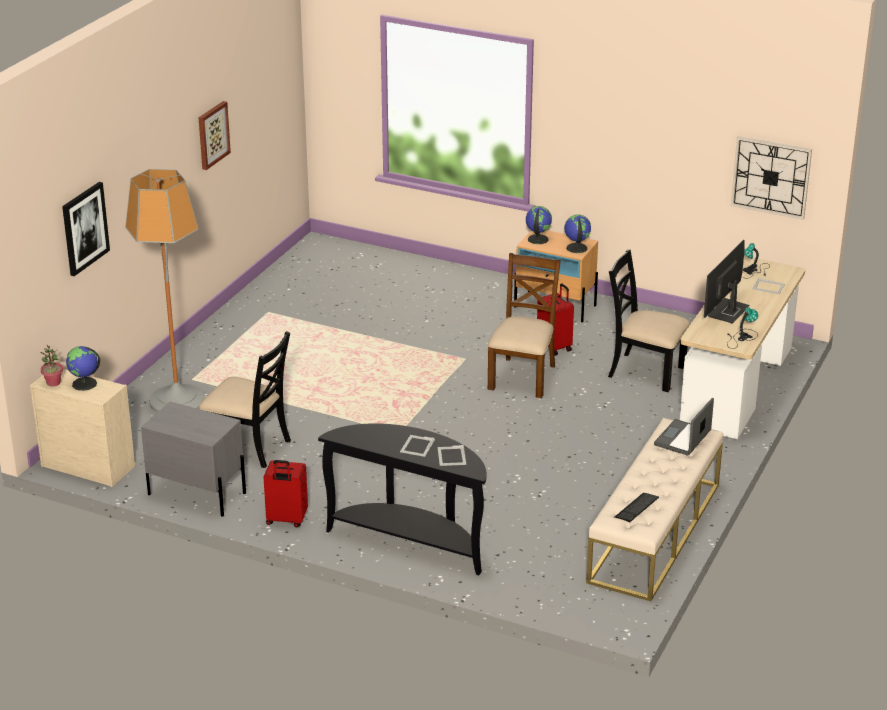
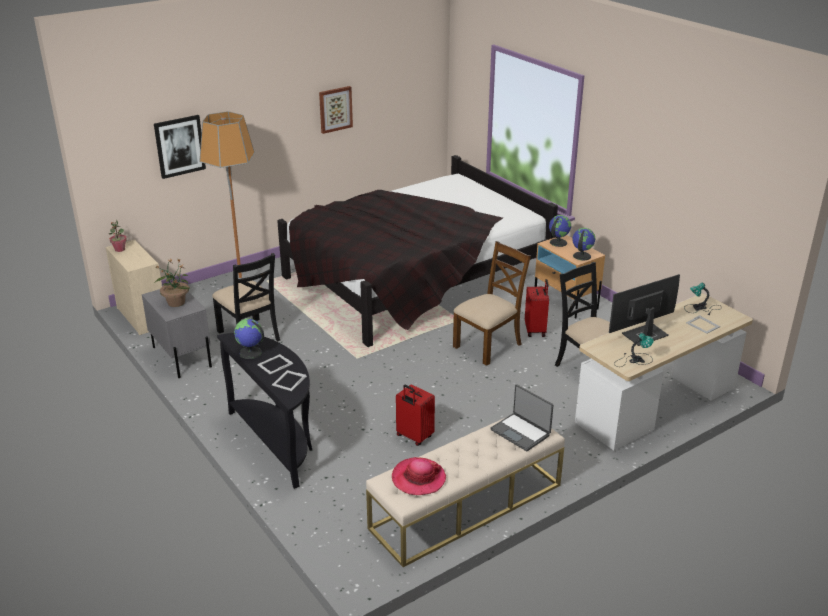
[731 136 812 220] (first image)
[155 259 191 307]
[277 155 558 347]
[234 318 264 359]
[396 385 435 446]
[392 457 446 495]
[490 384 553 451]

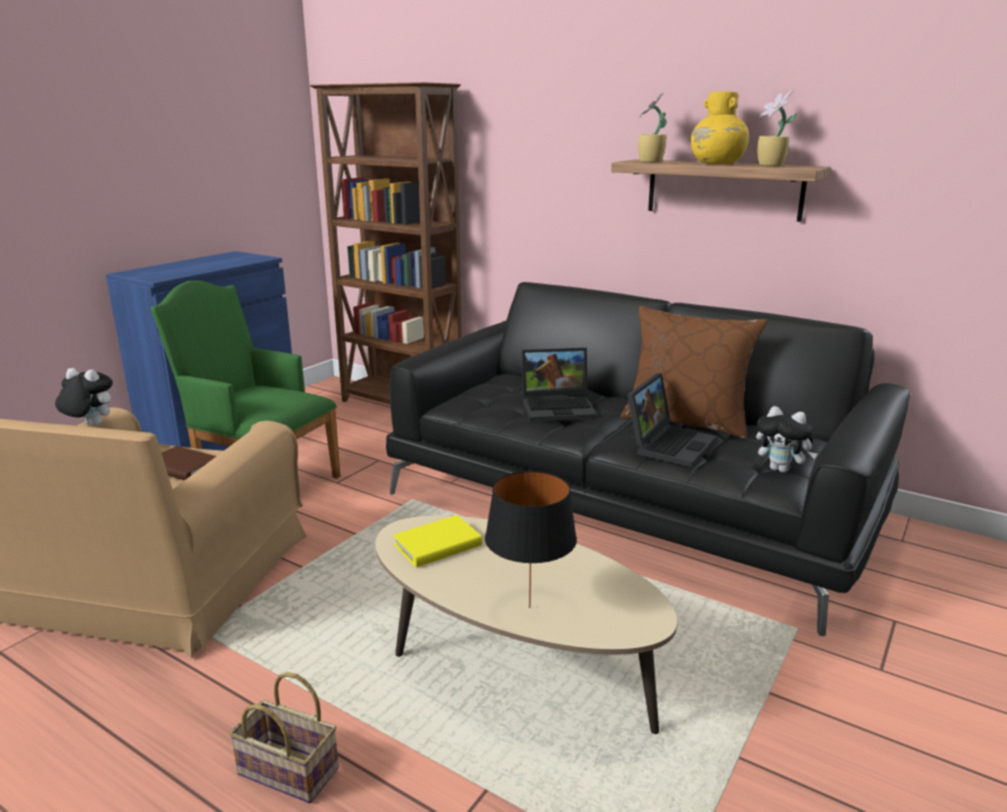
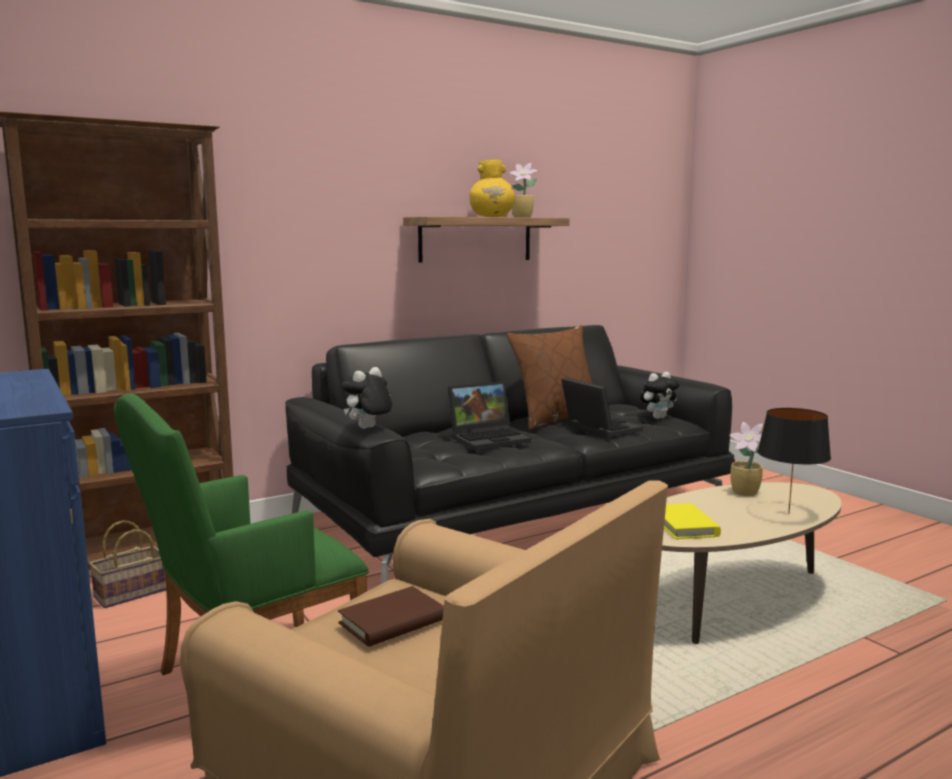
[342 367 392 429]
[89 520 166 608]
[730 422 763 496]
[448 381 531 450]

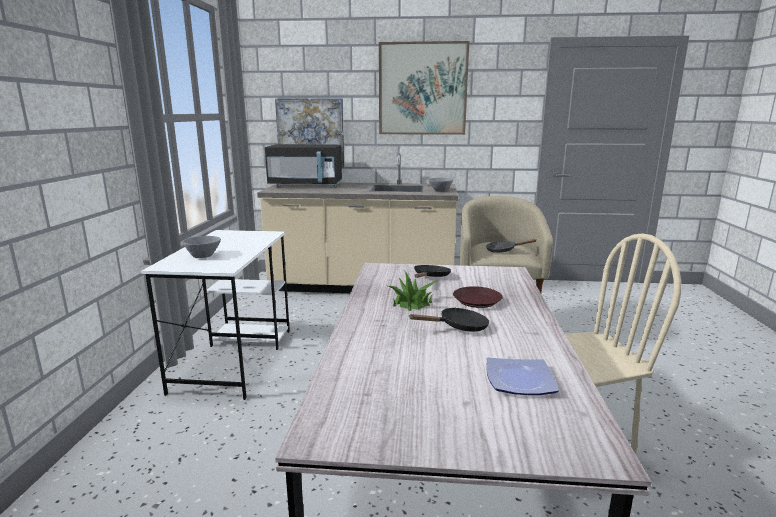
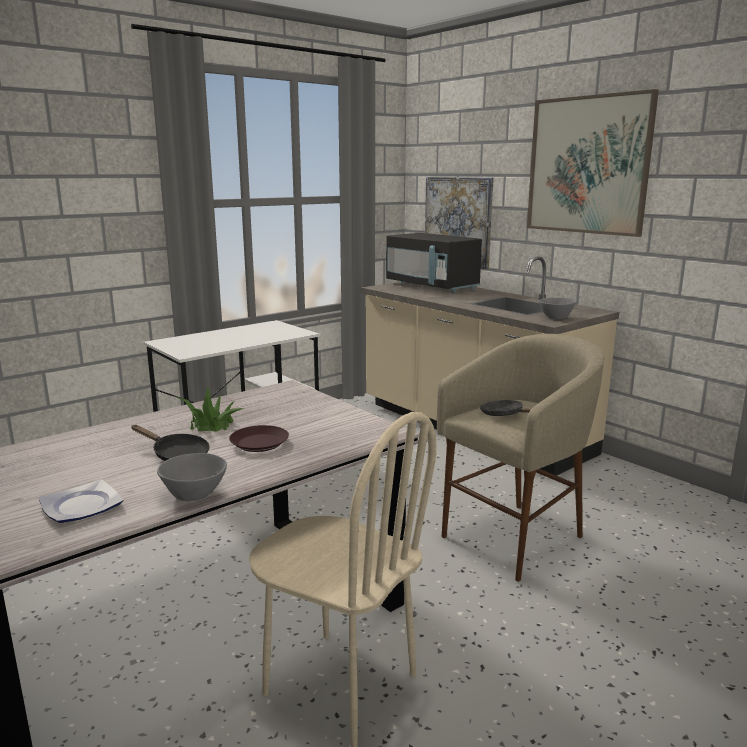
[414 265 451 278] (first image)
[157 453 227 501]

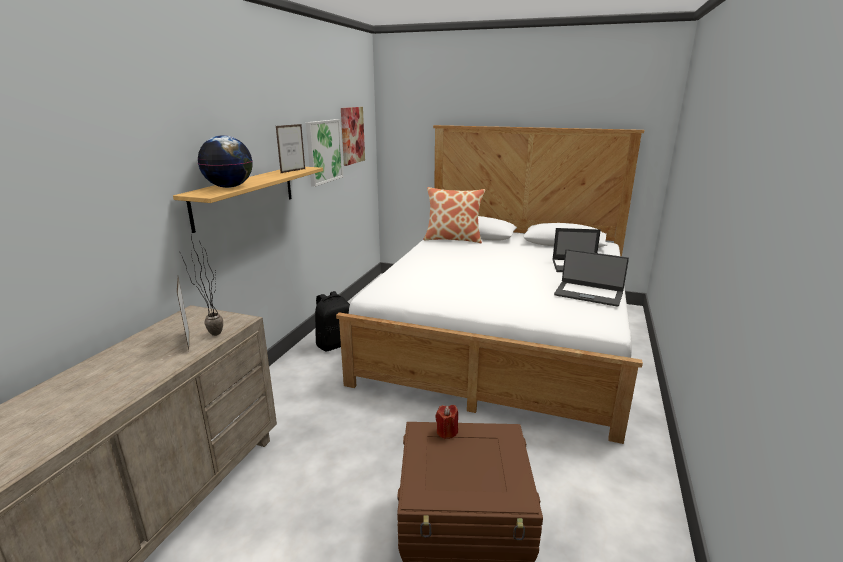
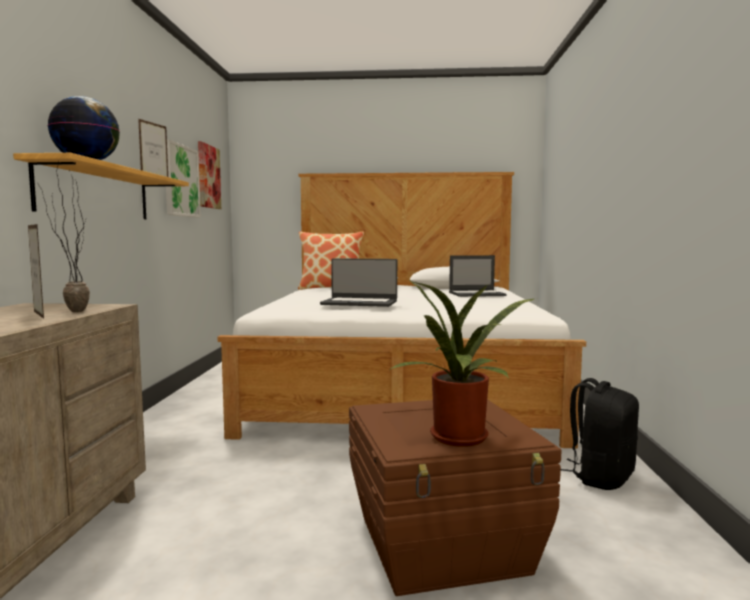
[435 405 458 439] (first image)
[391 279 534 447]
[561 378 639 490]
[320 258 397 307]

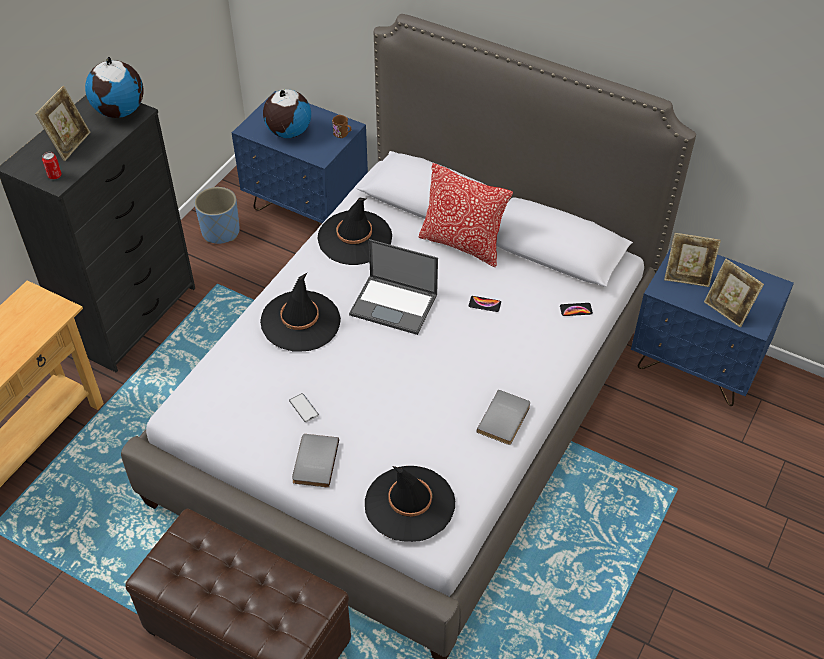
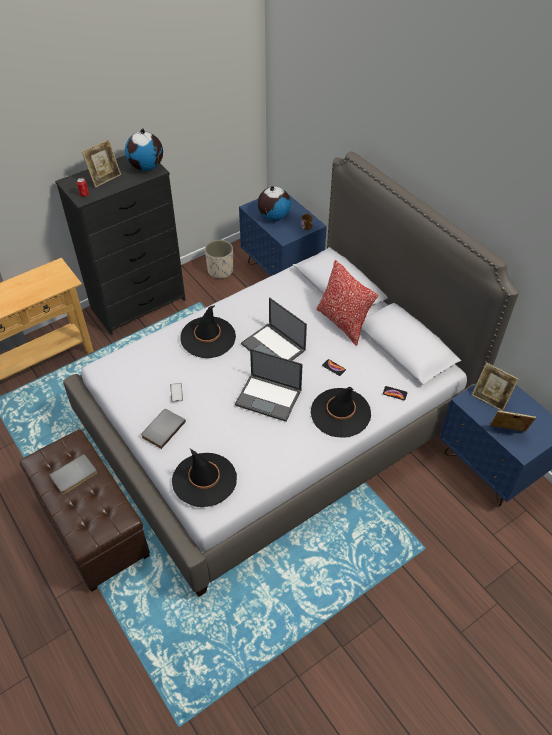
[235 348 303 422]
[311 387 371 438]
[49 454 97 494]
[205 240 233 279]
[490 411 536 432]

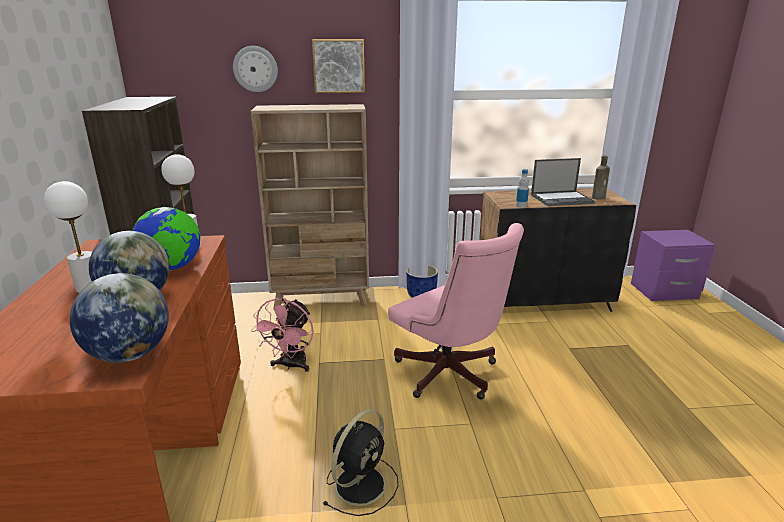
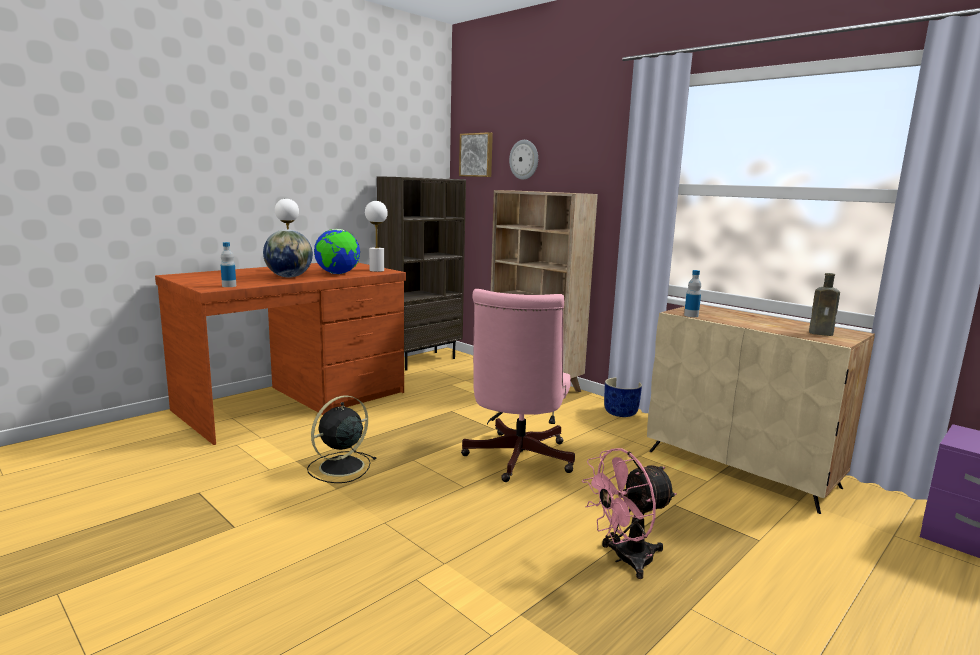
[531 158 595 206] (first image)
[582 448 677 579]
[459 132 493 177]
[221 242 236 287]
[647 304 875 514]
[307 395 377 483]

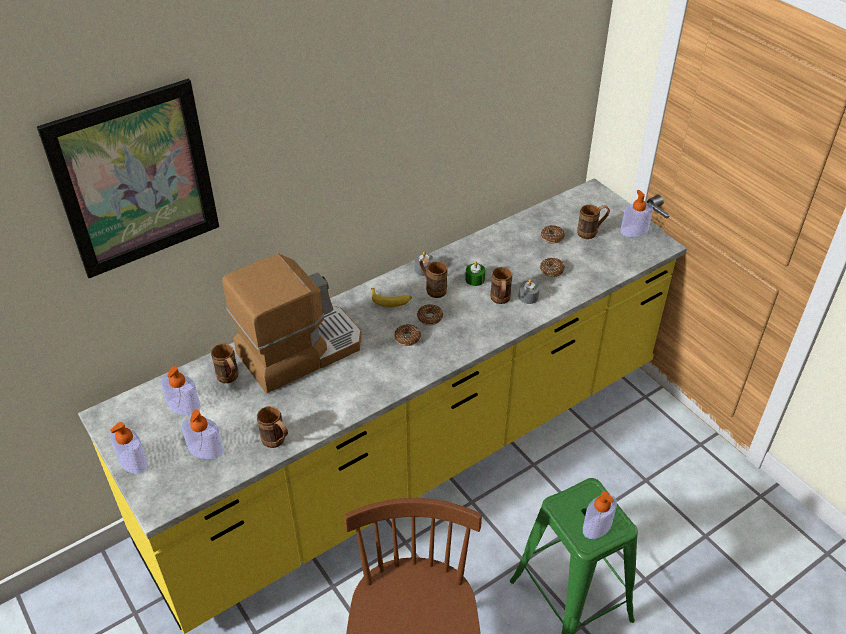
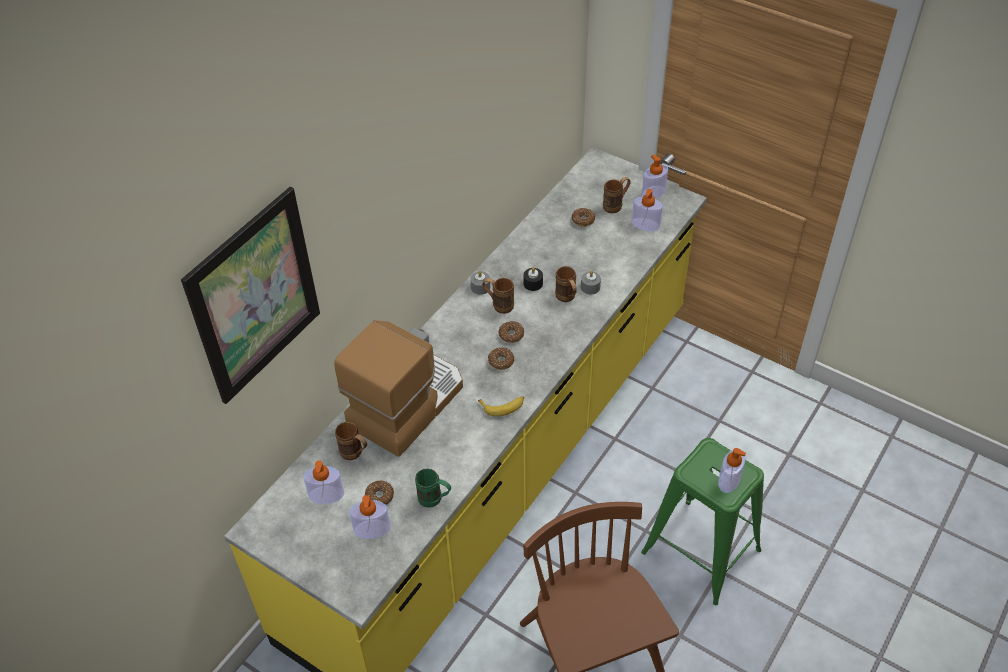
[632 189 663 231]
[478 396 524 417]
[365 481 394 505]
[415 469 451 508]
[524 267 543 291]

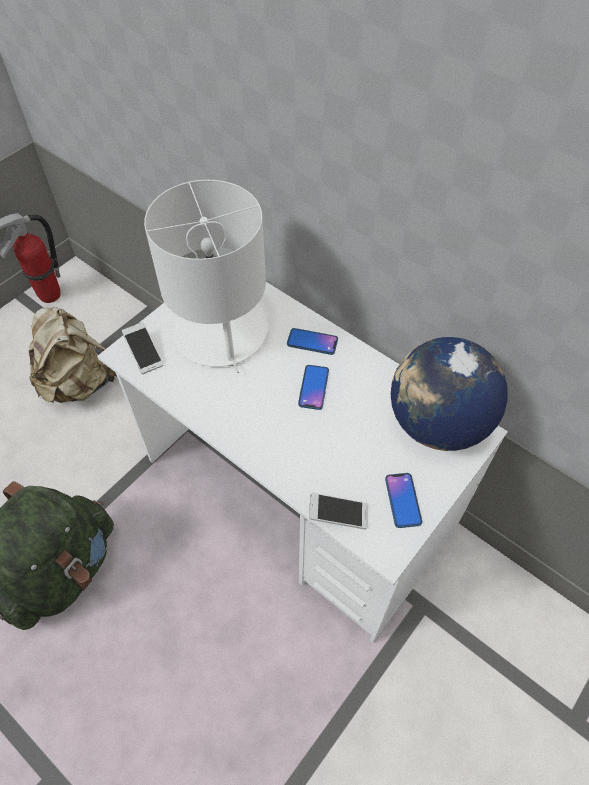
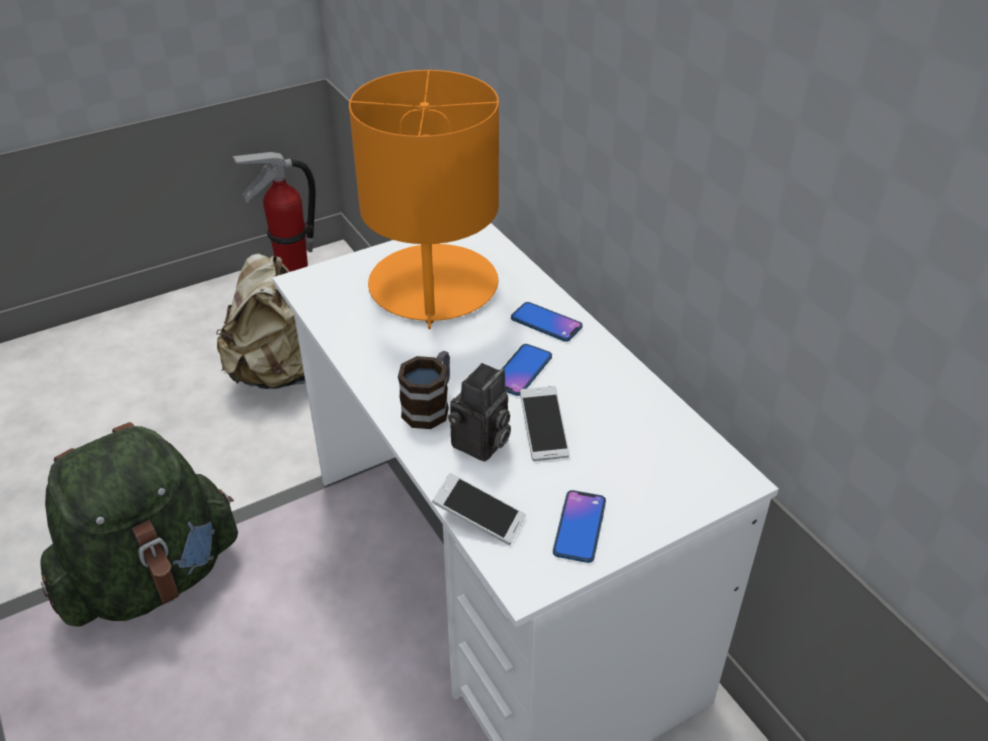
[391 337 508 451] (first image)
[398 351 450 429]
[448 363 511 462]
[520 386 570 461]
[349 70 499 329]

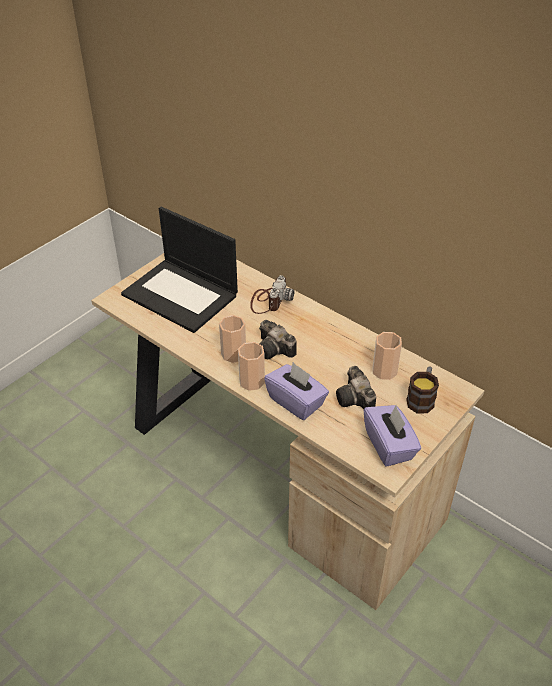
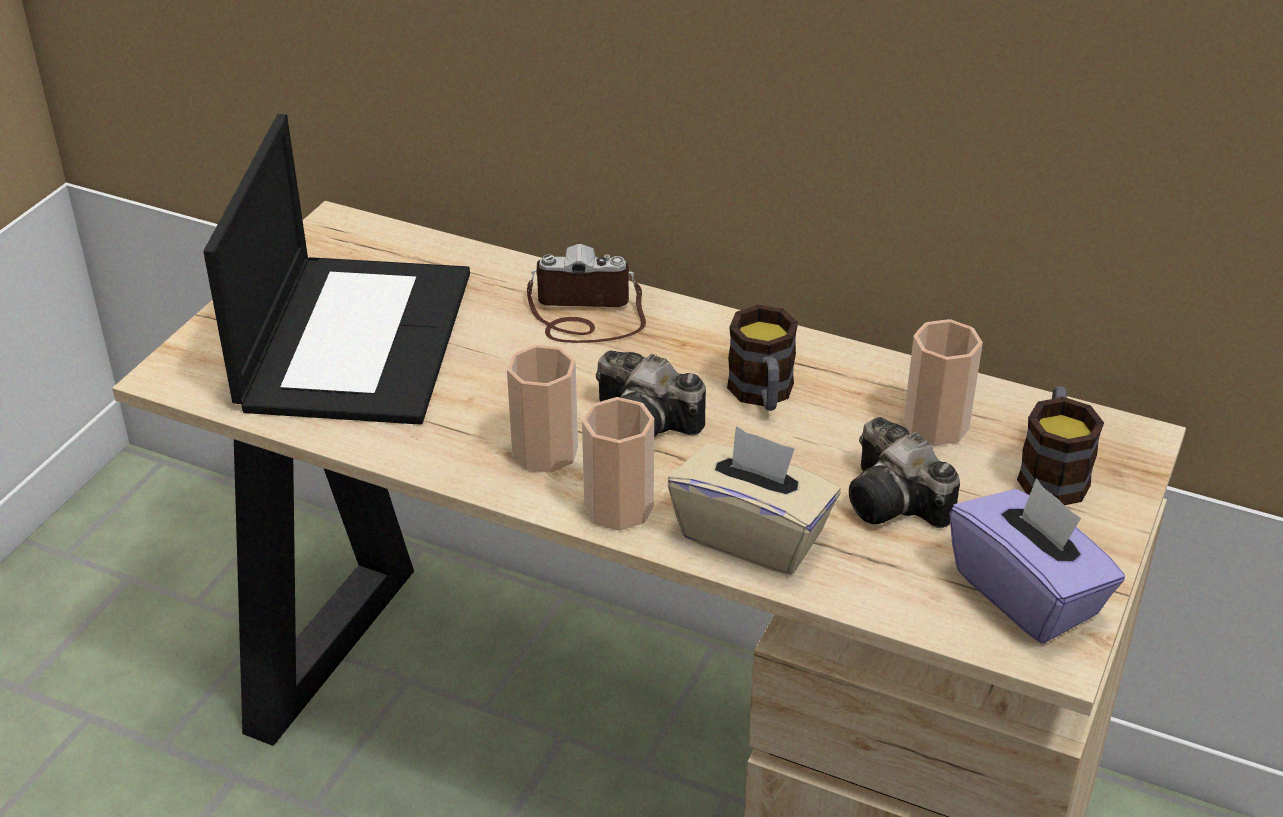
[727 305 798 411]
[668 426 841 575]
[203 114 470 425]
[527 244 646 343]

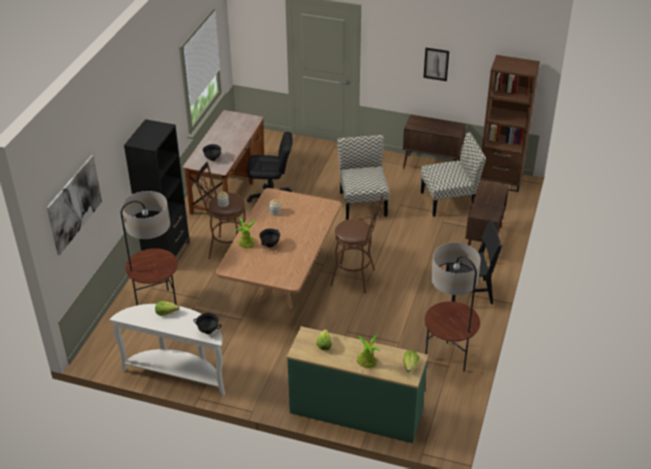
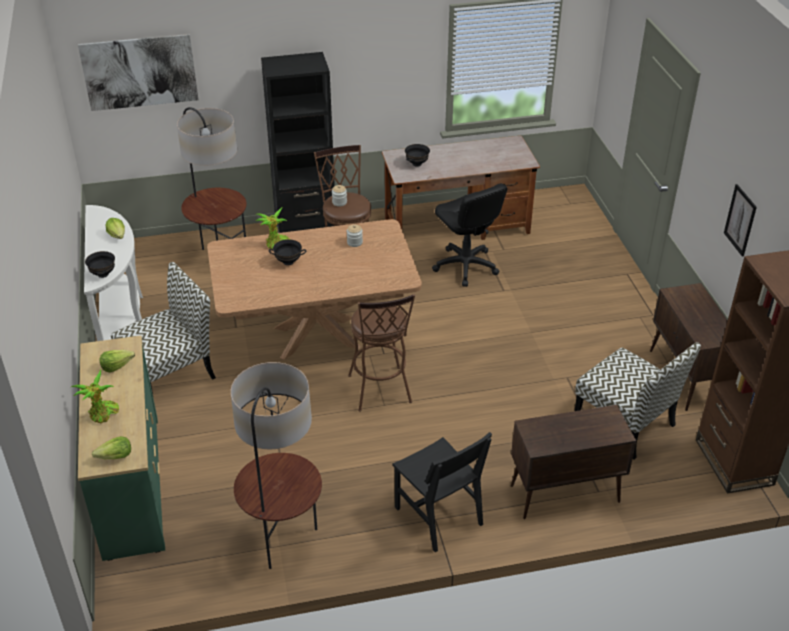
[111 262 216 394]

